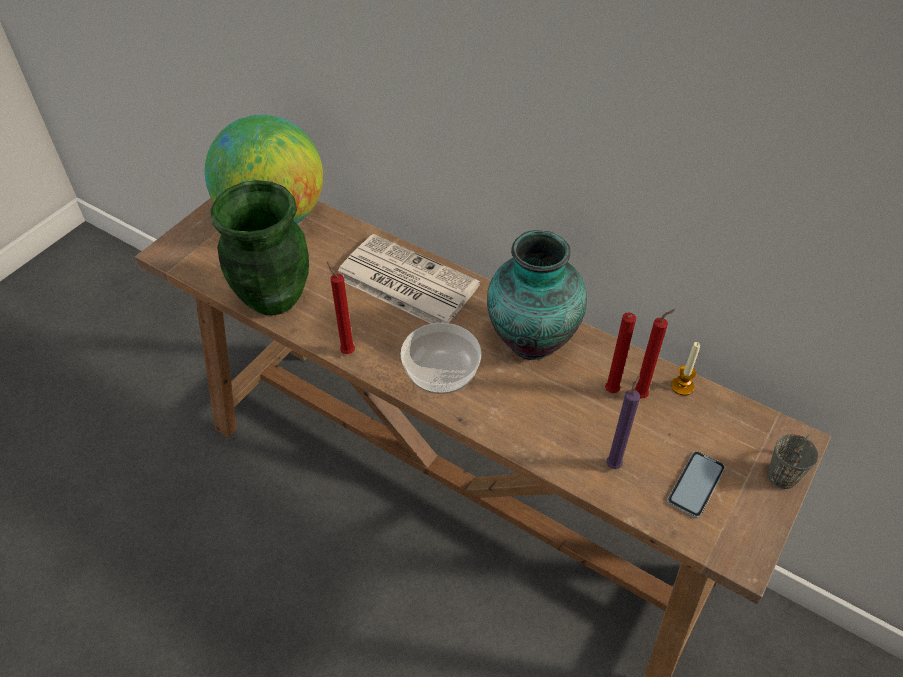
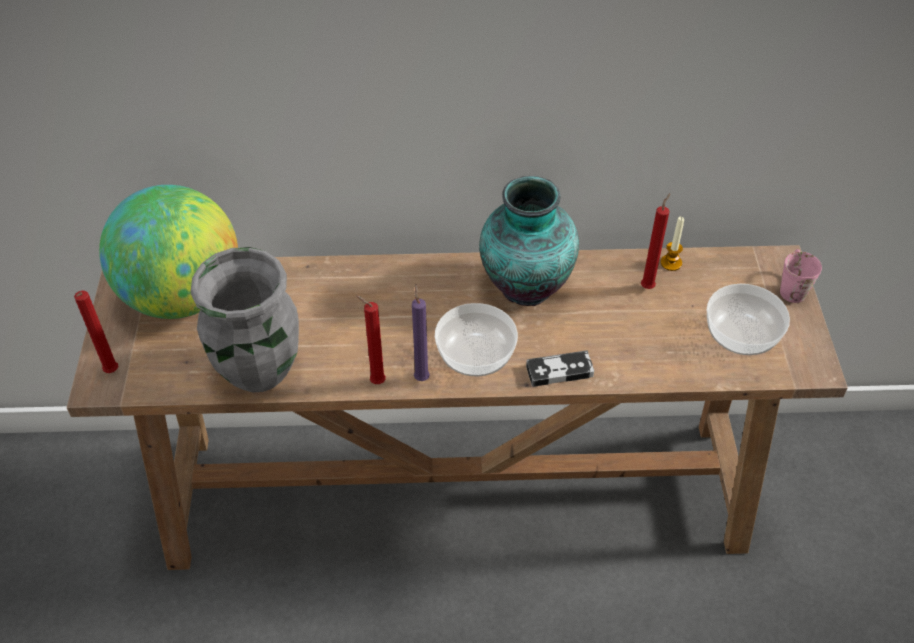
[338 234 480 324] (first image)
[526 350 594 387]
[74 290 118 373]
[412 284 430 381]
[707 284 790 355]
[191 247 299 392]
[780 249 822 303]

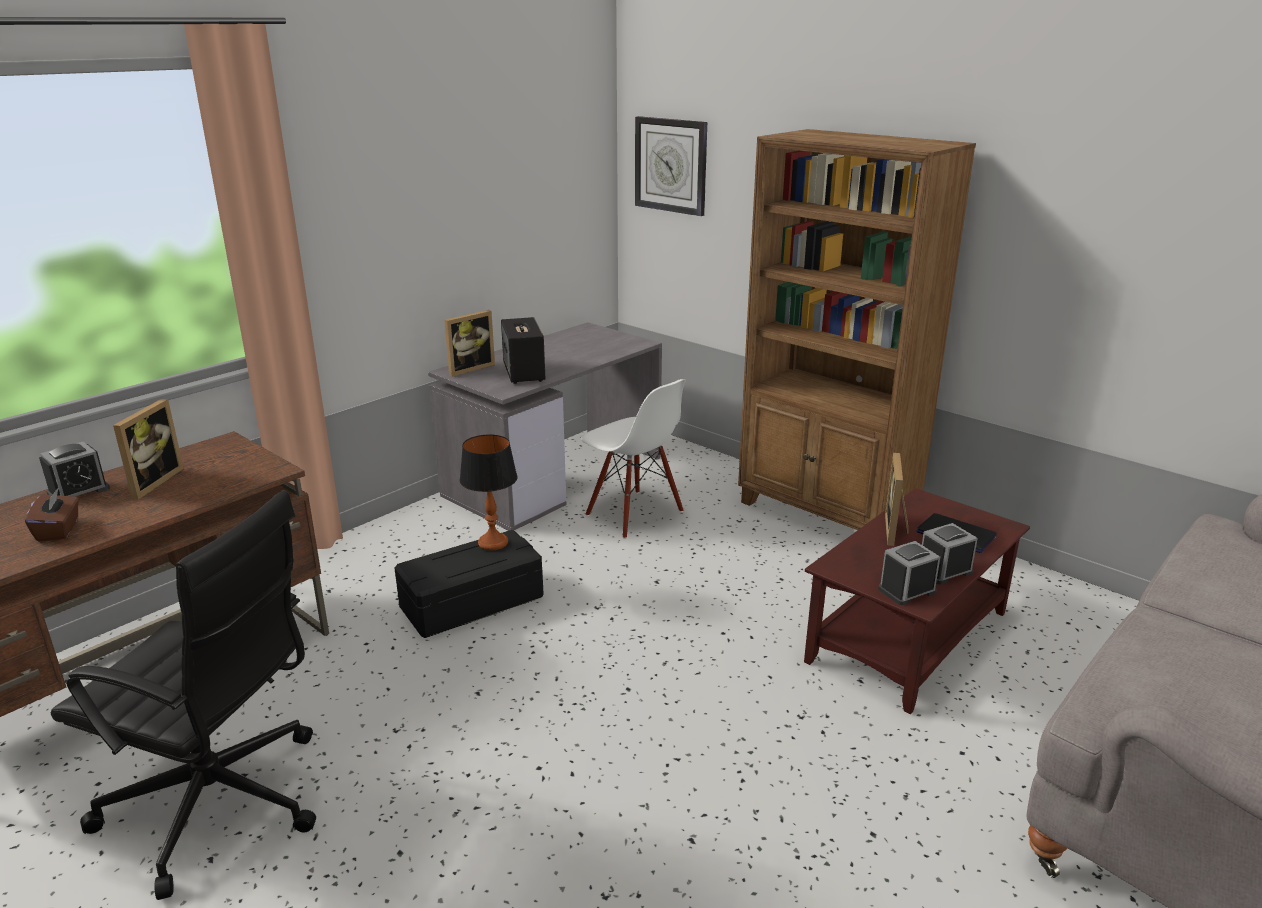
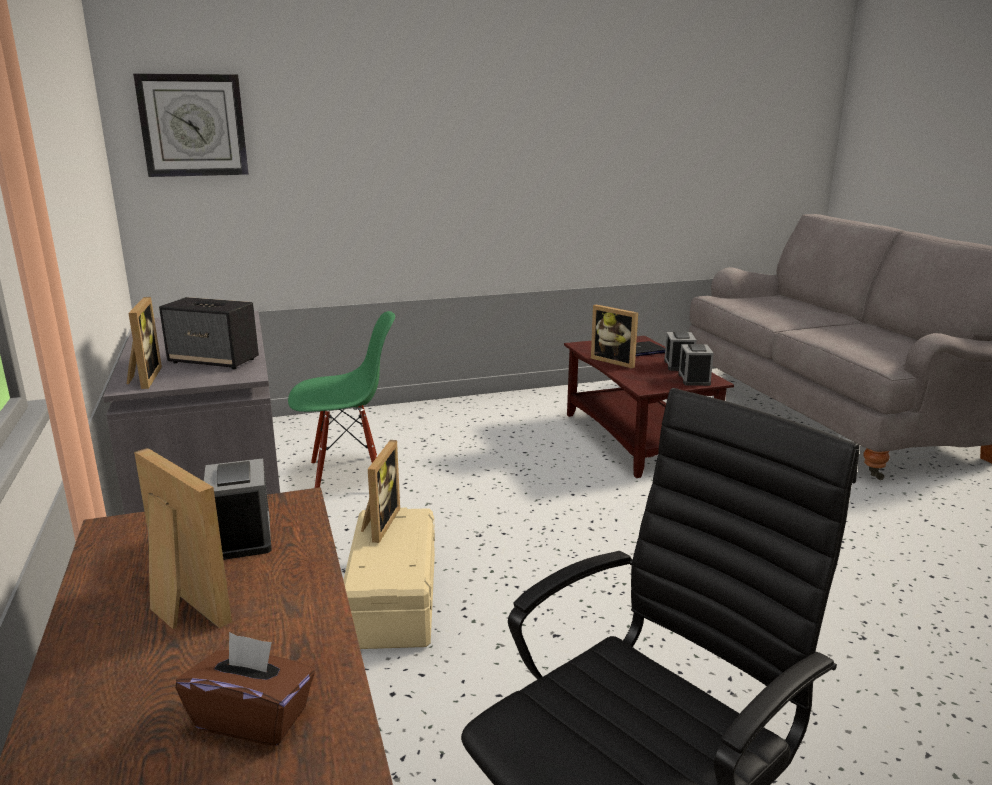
[738 129 976 530] (first image)
[204 458 272 560]
[361 440 400 543]
[343 508 435 649]
[288 311 395 488]

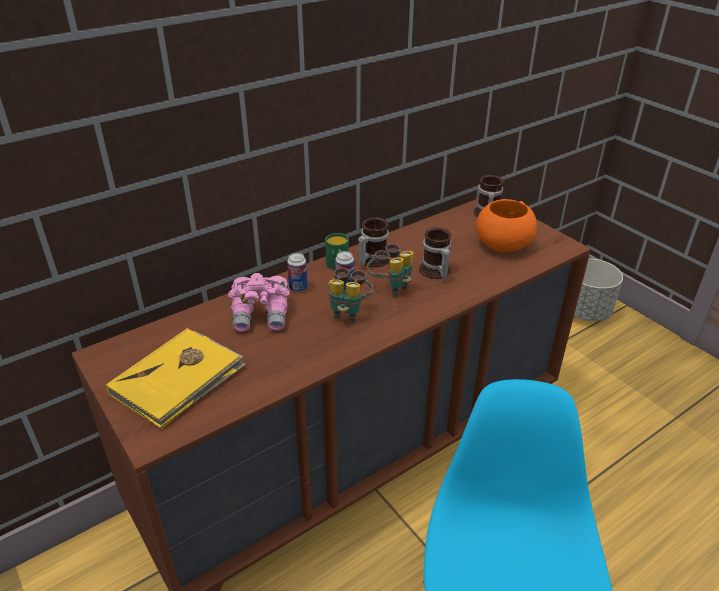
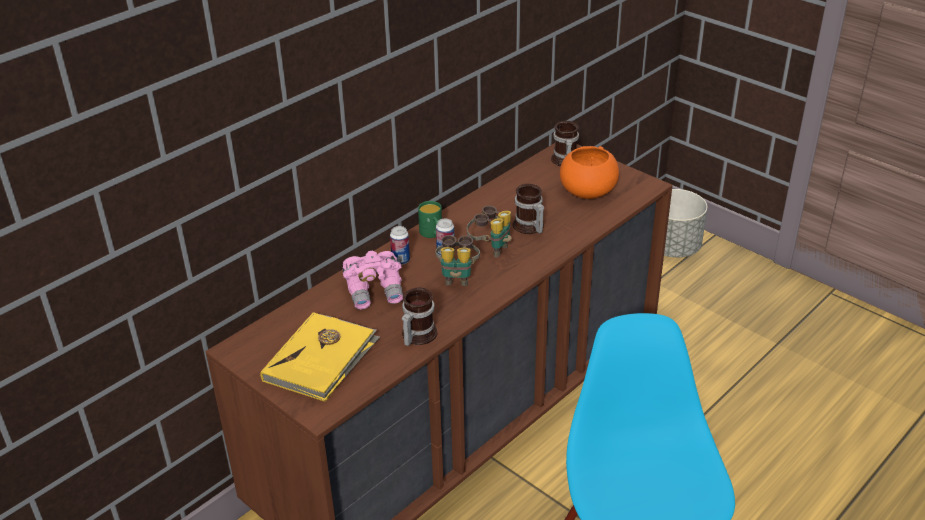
[402 287 438 346]

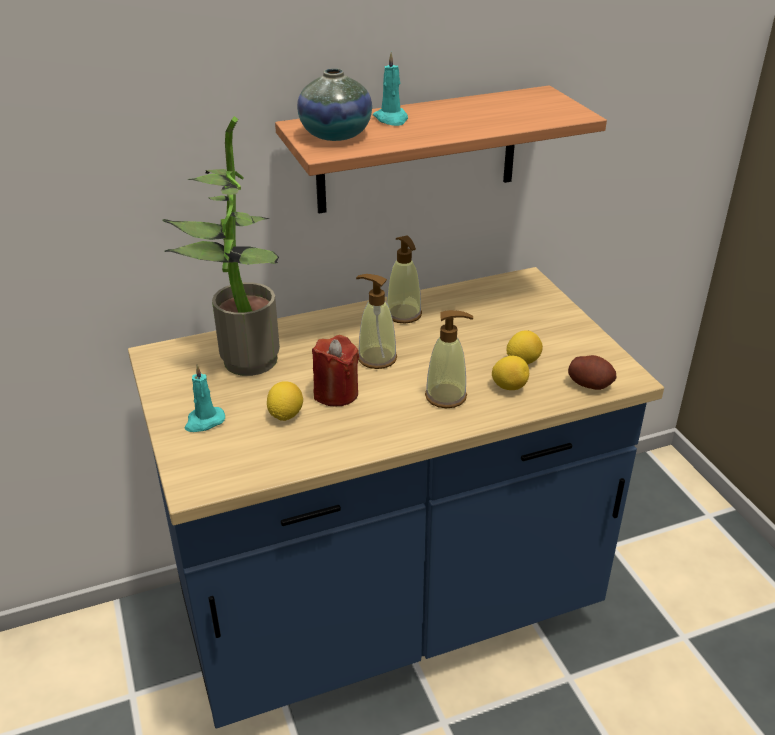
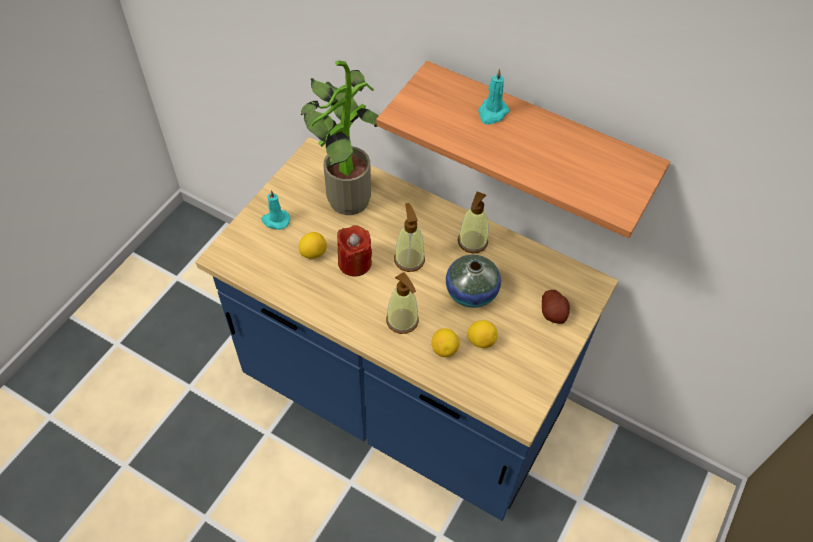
[446 255 501 308]
[542 290 570 324]

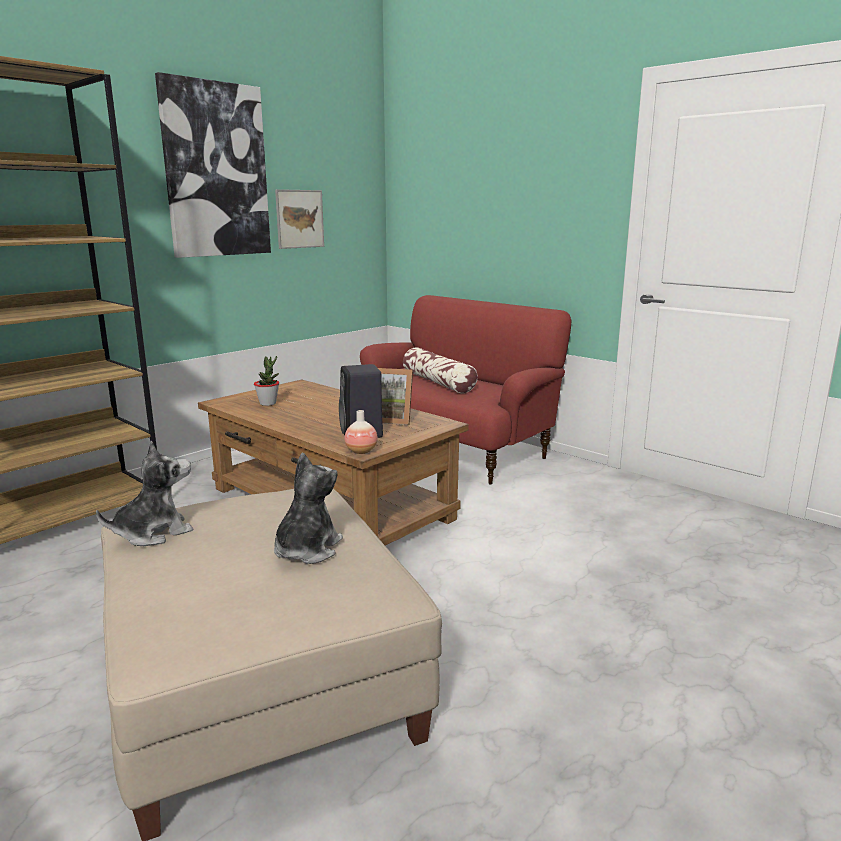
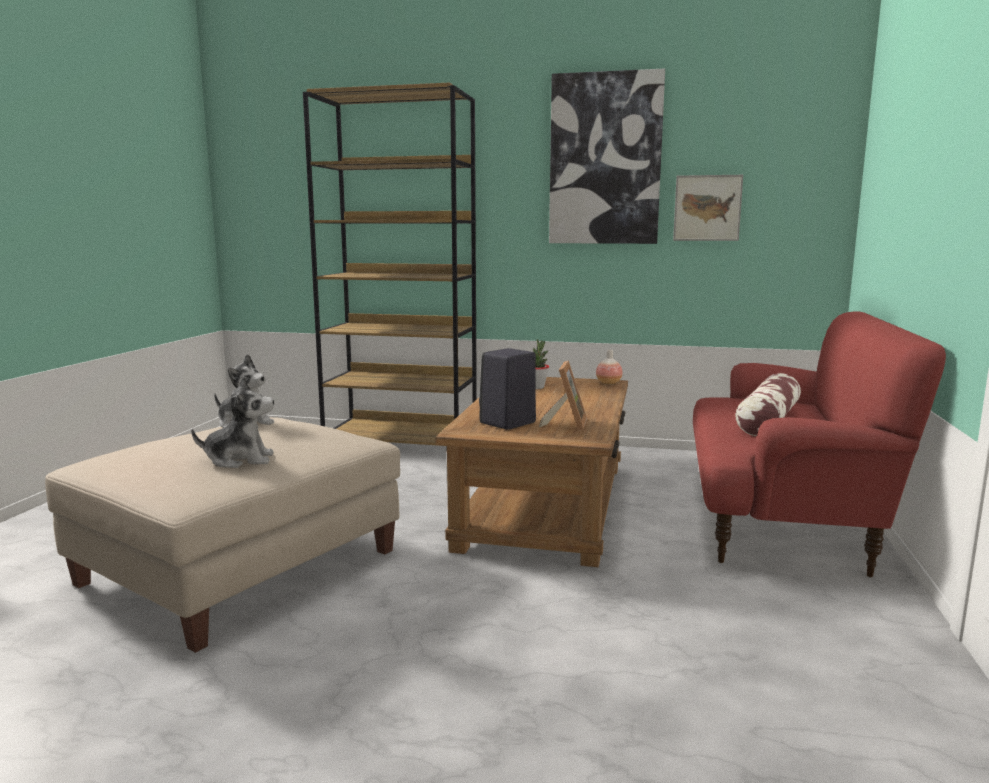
[596 350 623 385]
[539 361 587 430]

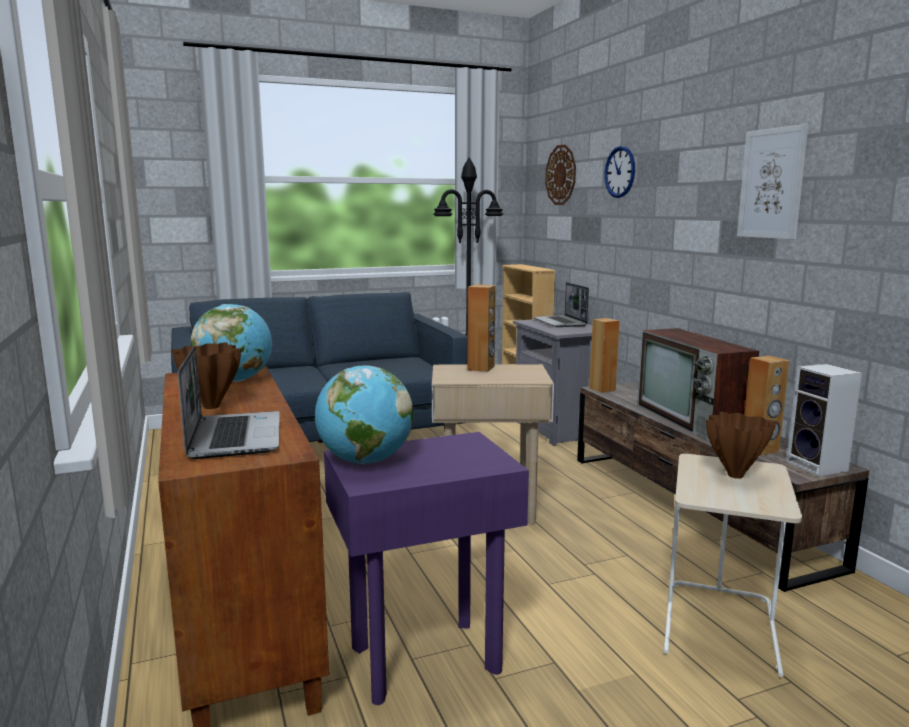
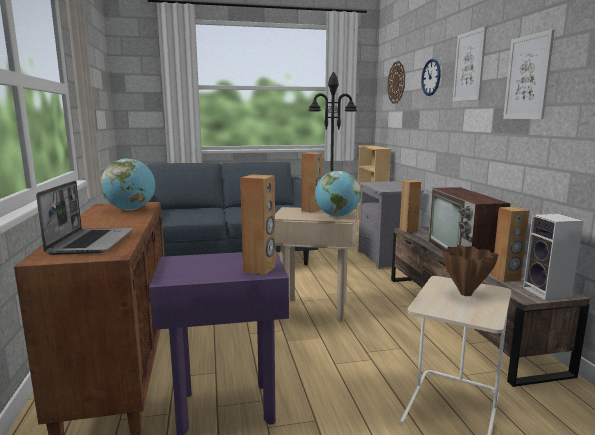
[172 342 241 409] (first image)
[533 282 589 327] (first image)
[240 174 276 275]
[453 27 487 102]
[315 171 361 217]

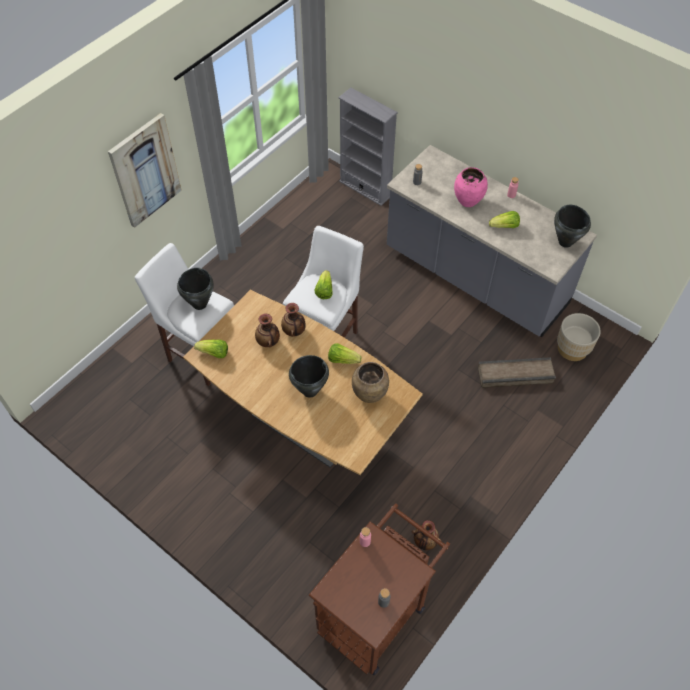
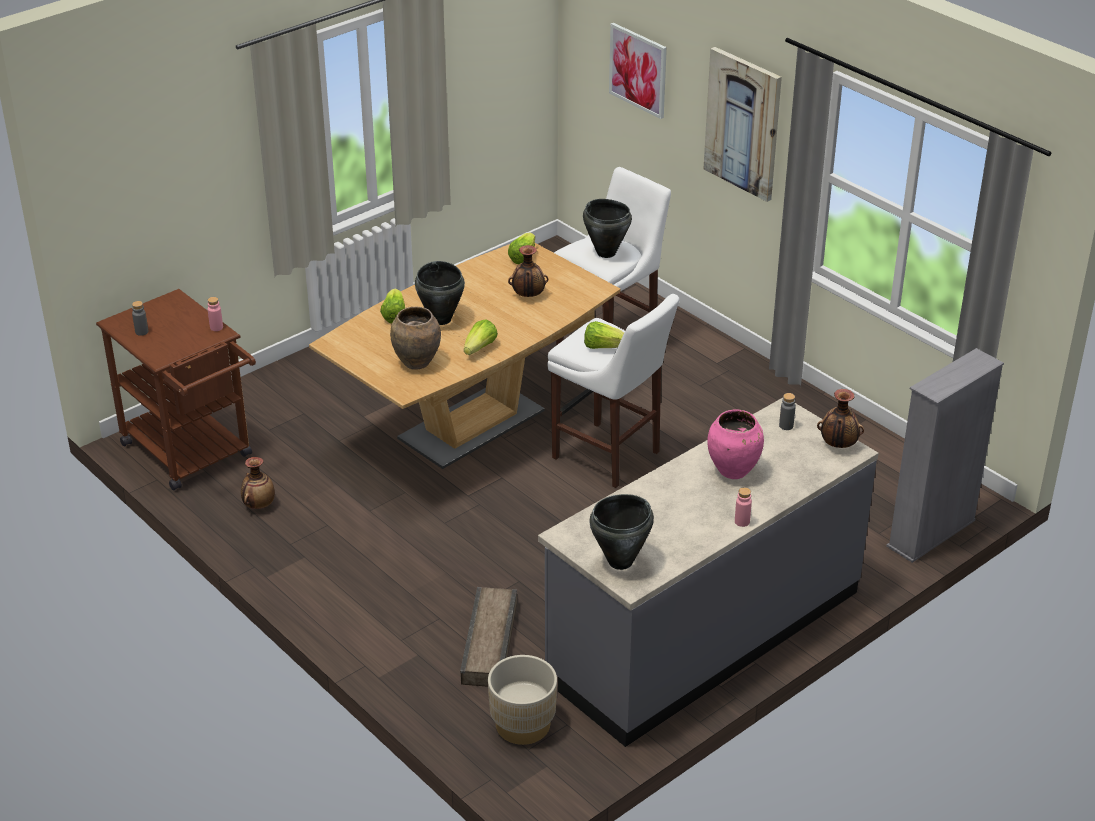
[609 23 667 119]
[817 389 864 448]
[380 288 405 323]

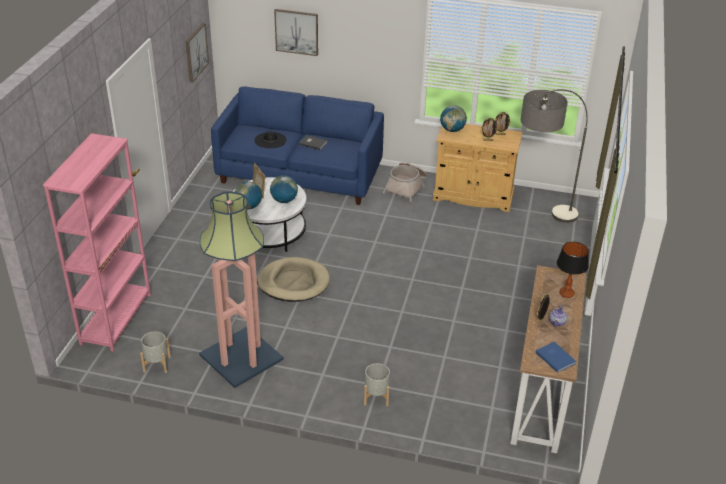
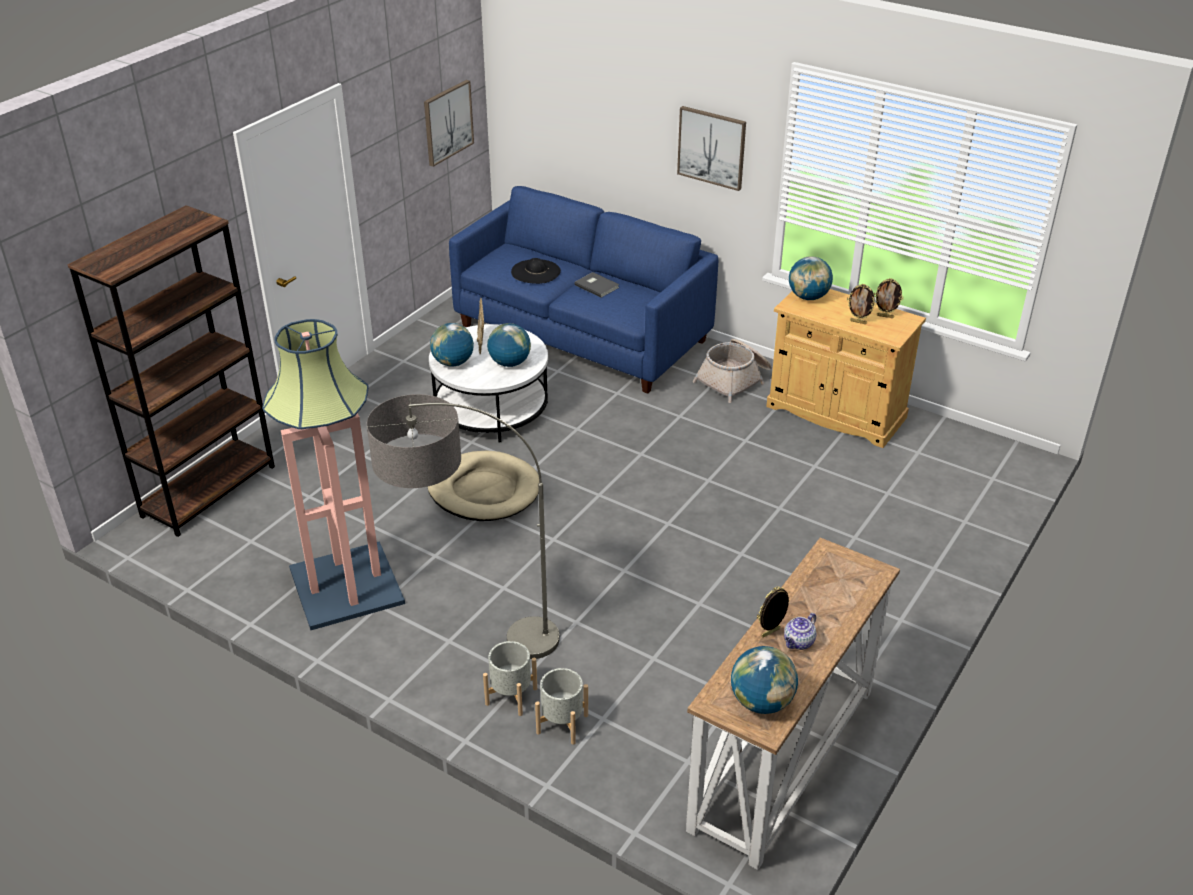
[557 242 589 298] (first image)
[535 668 588 744]
[677 106 746 191]
[367 394 559 659]
[731 646 798 714]
[68 205 275 537]

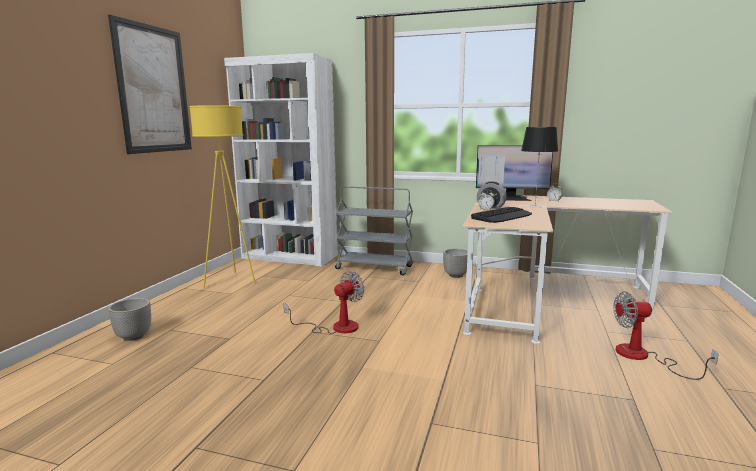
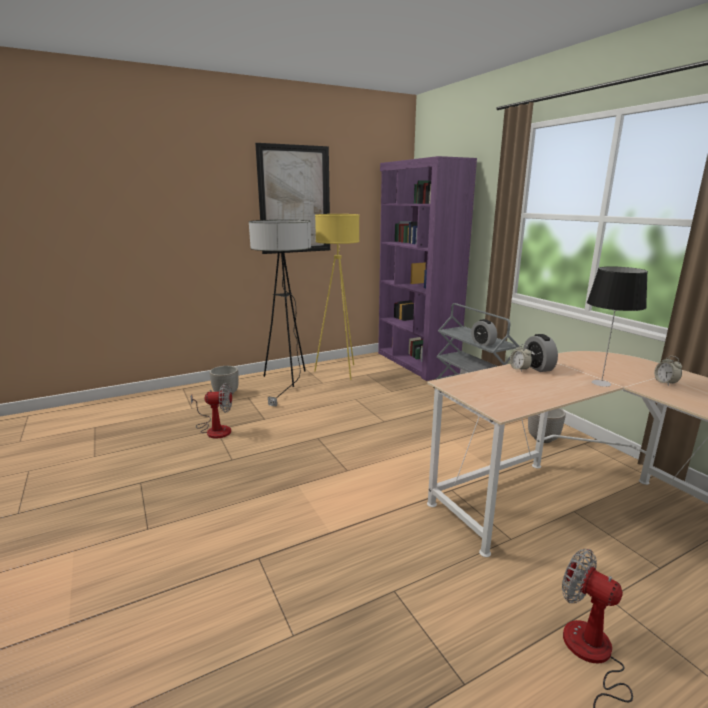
[471 207 532 223] (first image)
[476 145 553 201] (first image)
[249 220 311 406]
[471 319 497 346]
[190 383 232 439]
[378 156 477 381]

